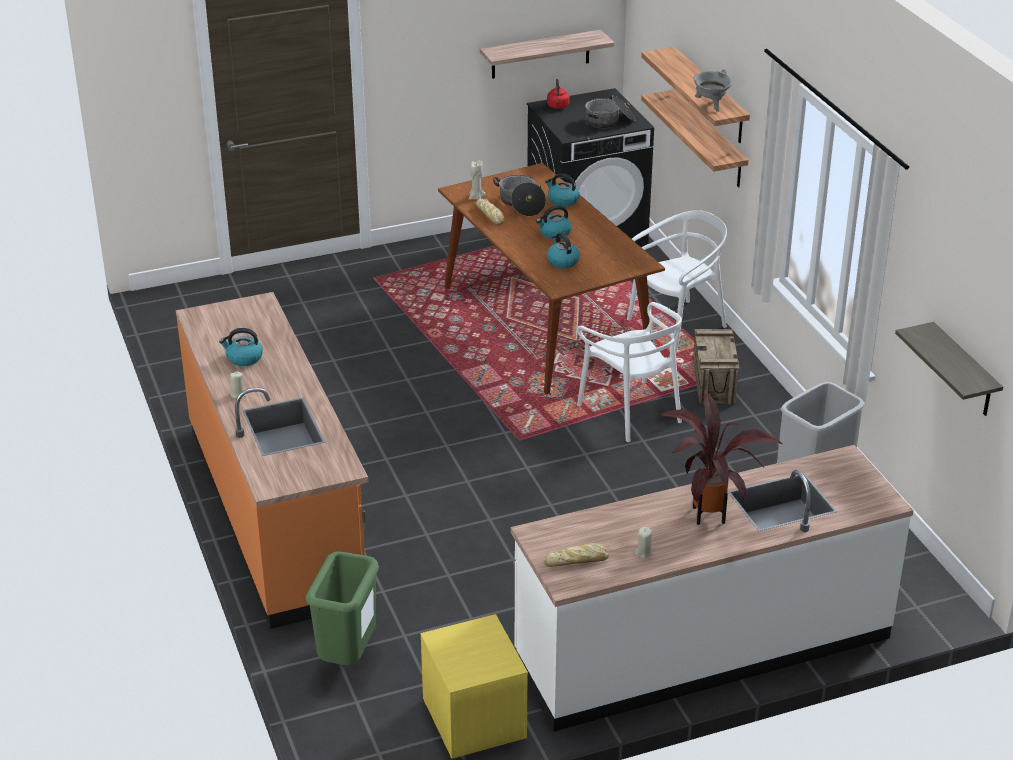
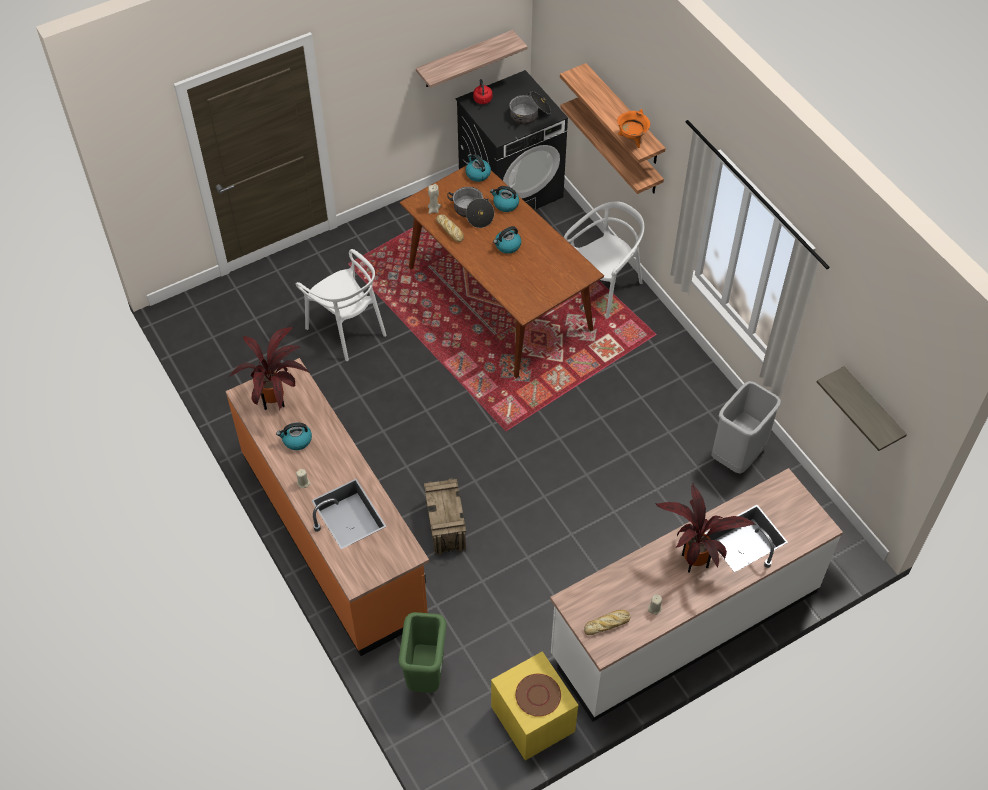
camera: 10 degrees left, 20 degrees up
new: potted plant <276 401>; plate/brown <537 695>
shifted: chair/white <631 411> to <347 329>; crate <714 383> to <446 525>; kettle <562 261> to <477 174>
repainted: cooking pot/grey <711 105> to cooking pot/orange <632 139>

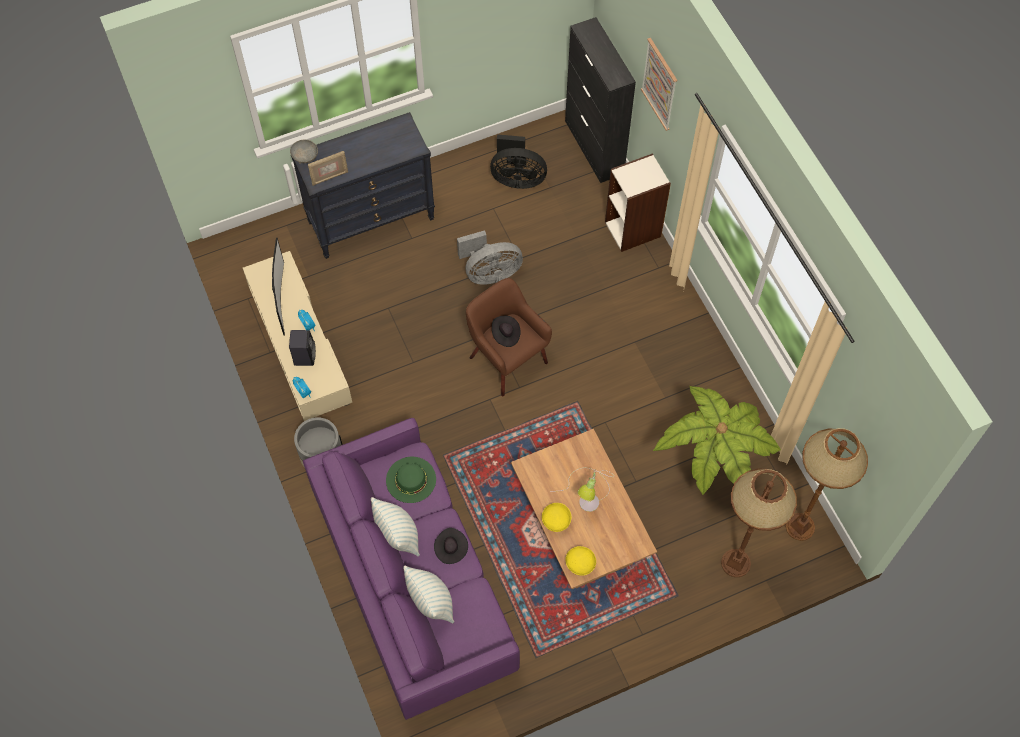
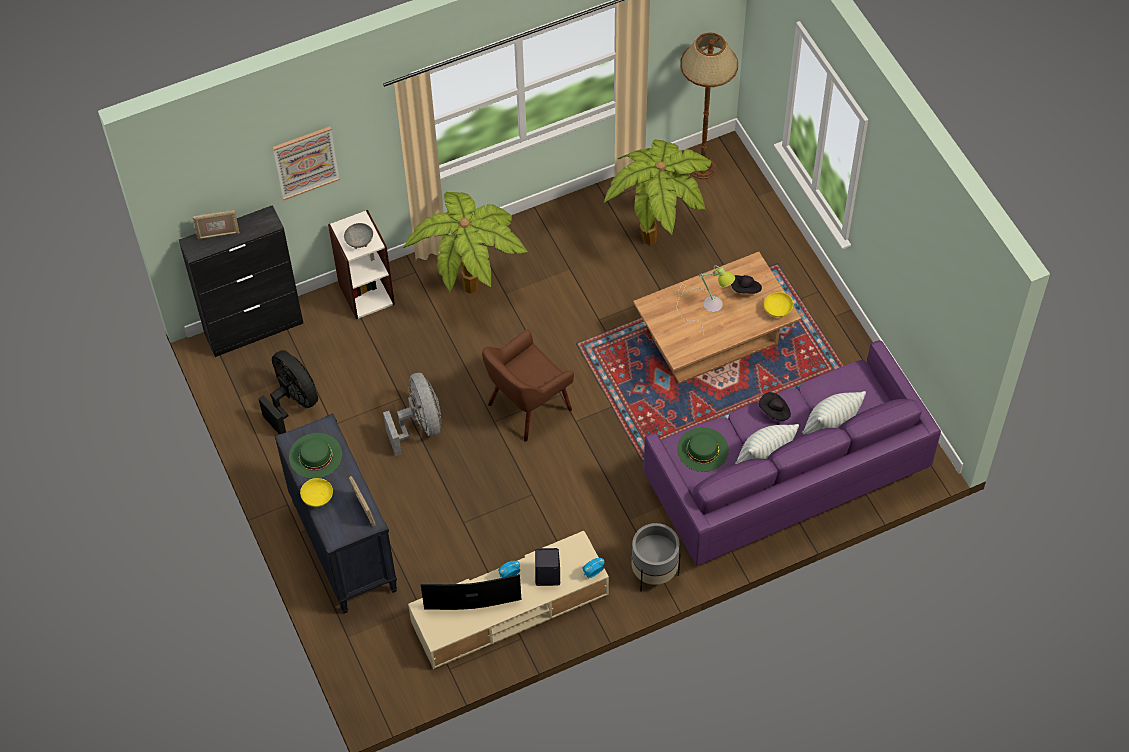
camera: 90 degrees left, 5 degrees down
gone: floor lamp/brown <736 563>
new: picture frame <218 234>; hat/green <315 455>; potted plant <471 294>
shifted: bowl/yellow <556 521> to <317 498>; bowl/grey <305 158> to <360 241>; hat/black <505 335> to <745 289>
rotated: fan/black <517 178> = <293 402> 45 degrees counterclockwise

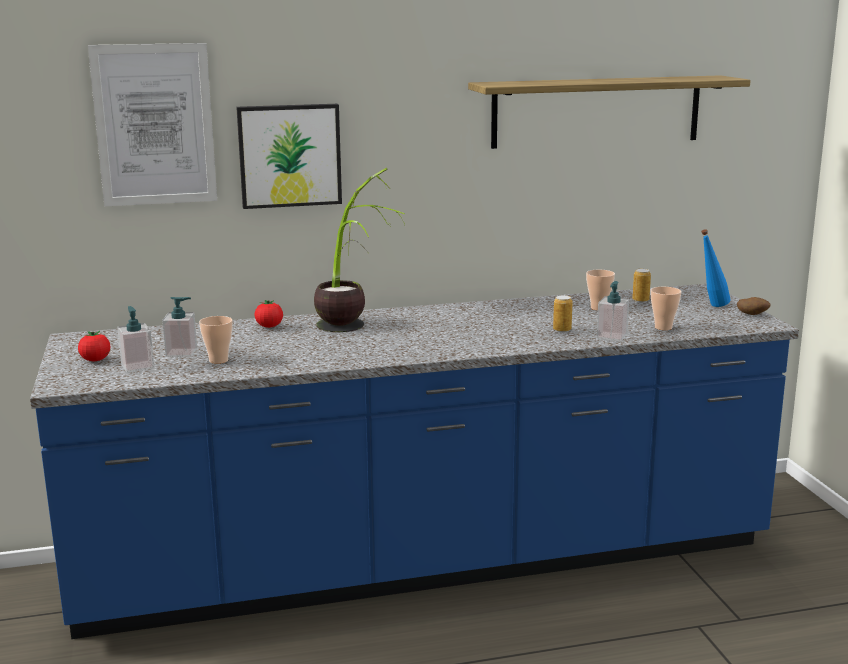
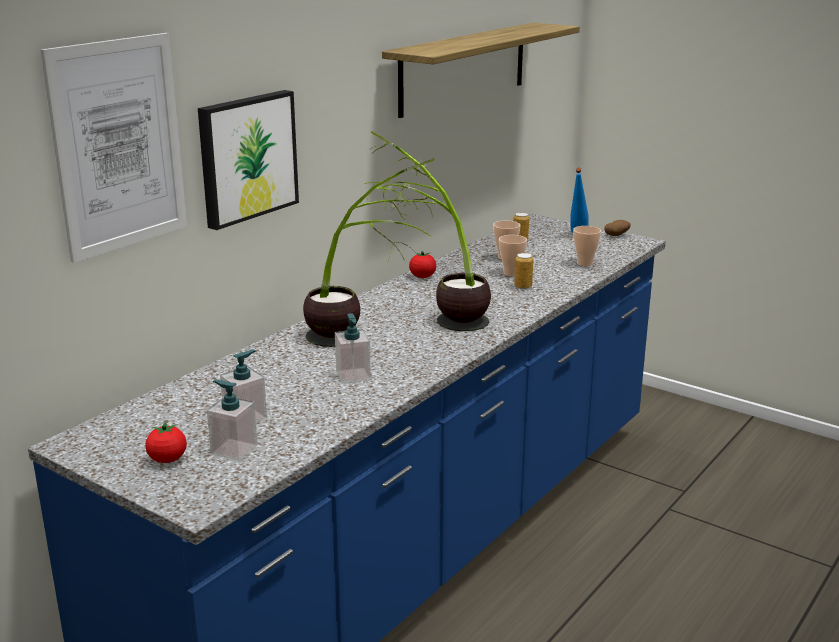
camera: 40 degrees left, 5 degrees up
new: potted plant <434 314>
shifted: soap dispenser <611 336> to <353 376>; tomato <269 326> to <422 277>; cup <218 360> to <511 273>

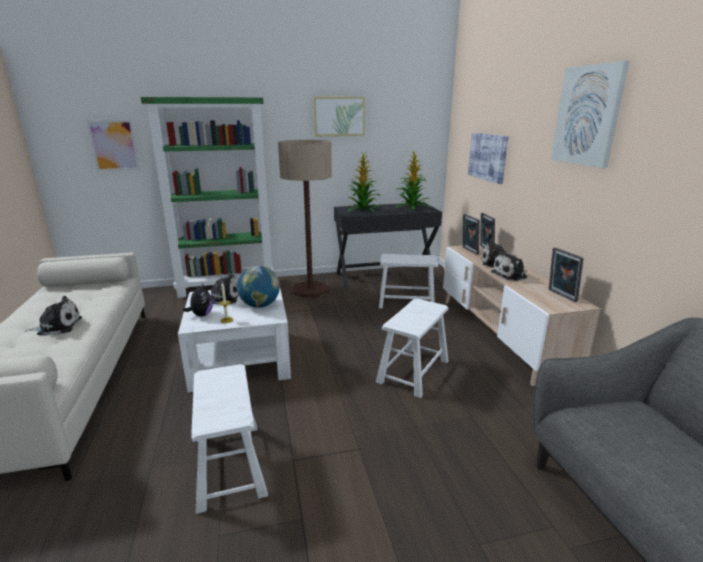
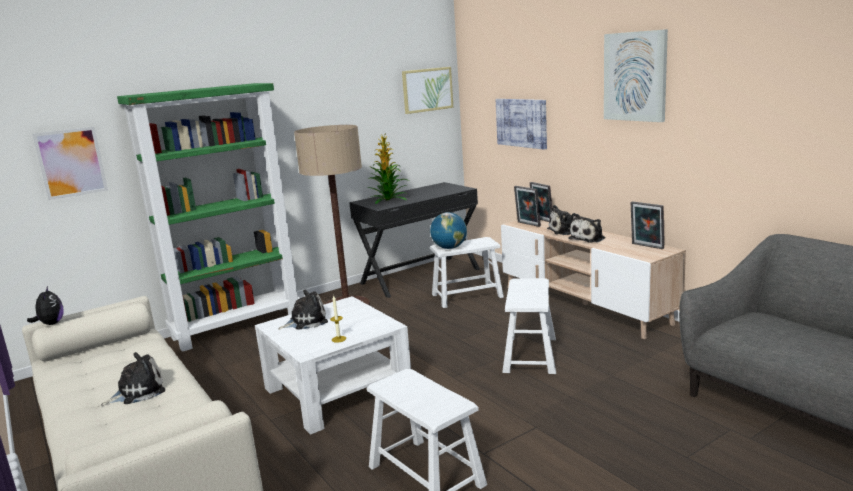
camera: 20 degrees left, 5 degrees down
gone: potted plant <412 207>
shifted: plush toy <201 315> to <51 324>; picture <339 116> to <427 90>; globe <260 305> to <449 248>

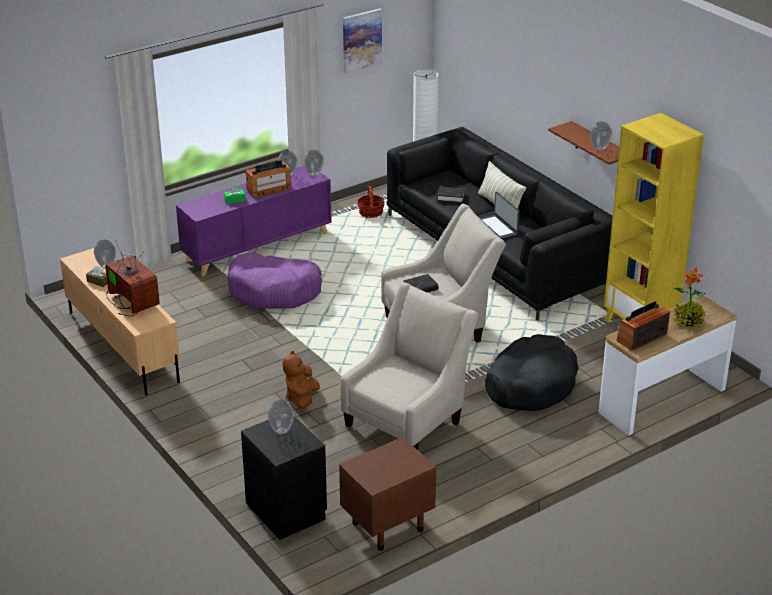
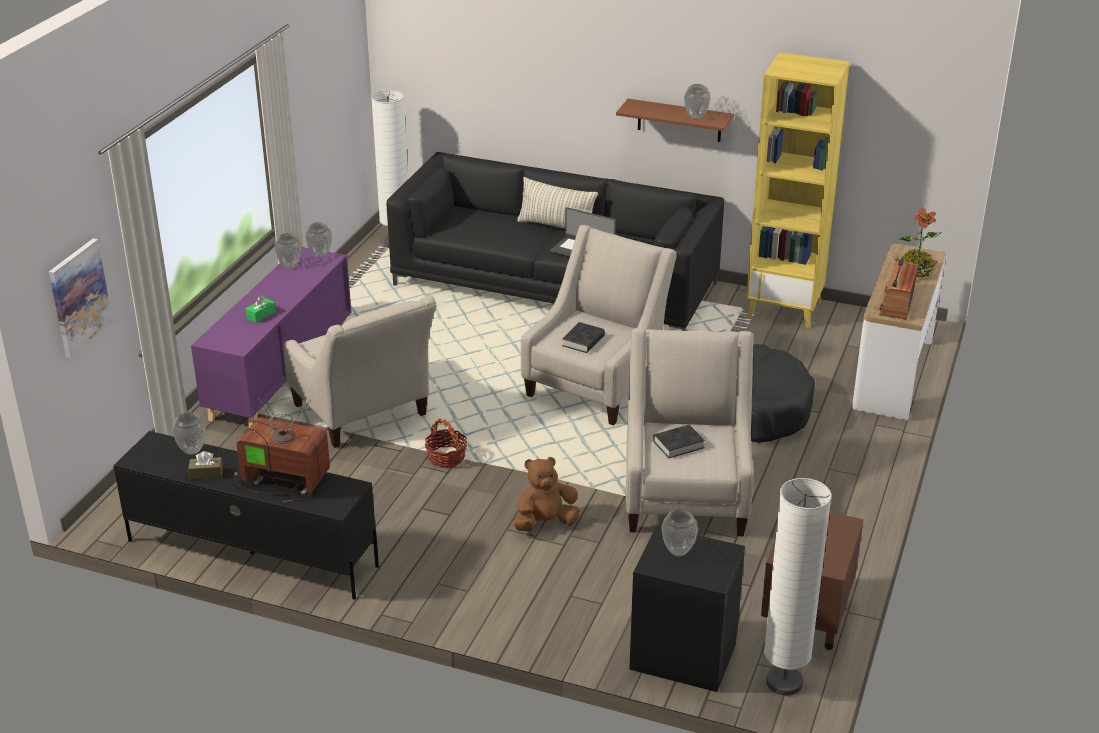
camera: 35 degrees left, 0 degrees up
gone: radio <269 189>
new: floor lamp/white <784 683>
shifted: picture <361 40> to <79 297>; basket <371 212> to <446 457>; book/black <451 197> to <678 444>
swapped: dog bed/purple <274 291> to armchair/beige <364 415>
repainted: tv stand/beige <122 345> to tv stand/black <251 552>
rotated: plush toy/brown <302 399> = <545 523> 90 degrees clockwise

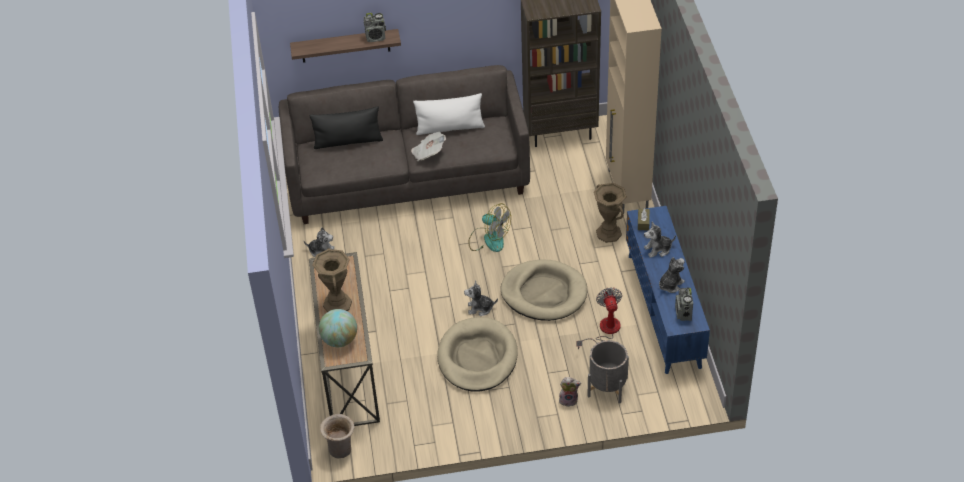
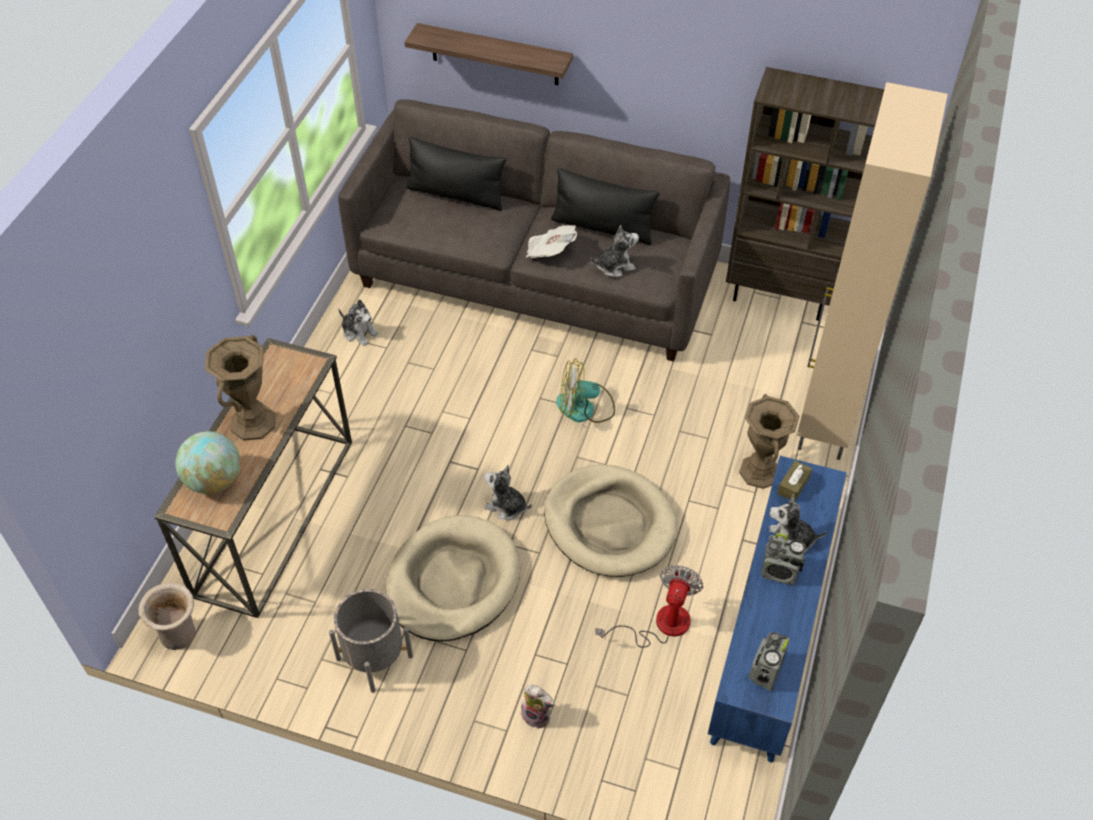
camera: 25 degrees right, 5 degrees up
shifted: planter/grey <607 387> to <374 657>; plush toy <670 284> to <614 266>; radio <376 38> to <779 572>
repainted: pillow/white <450 128> to pillow/black <602 227>
rotated: fan <489 239> = <585 408> 120 degrees clockwise

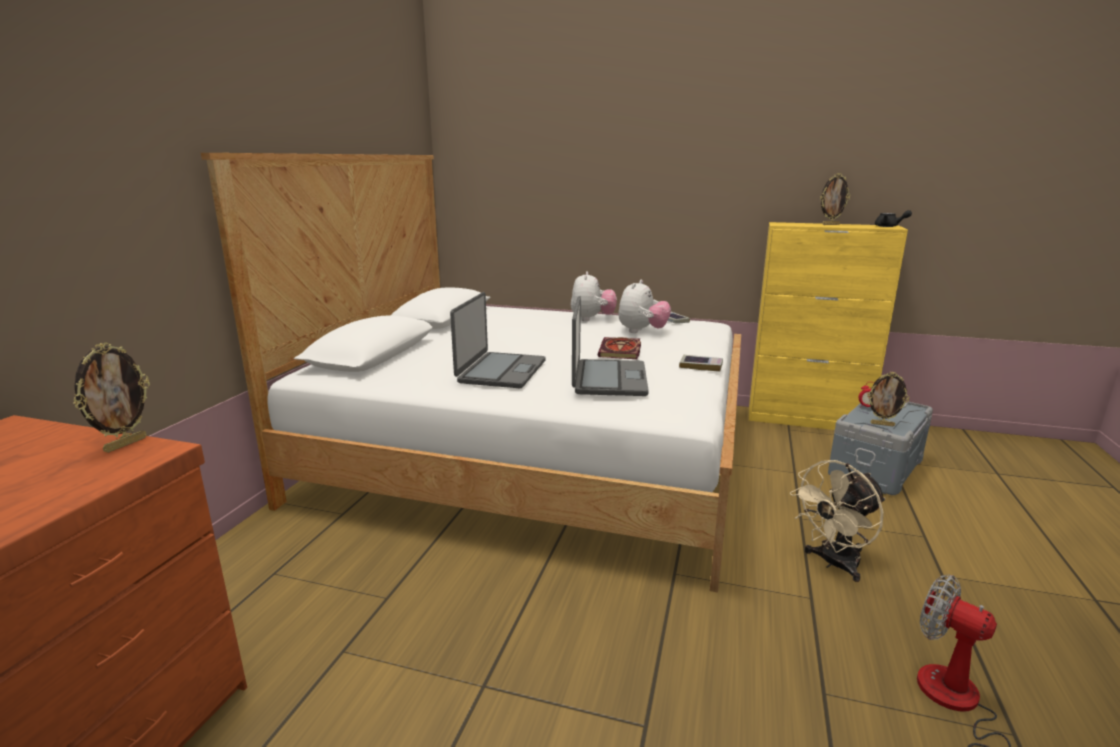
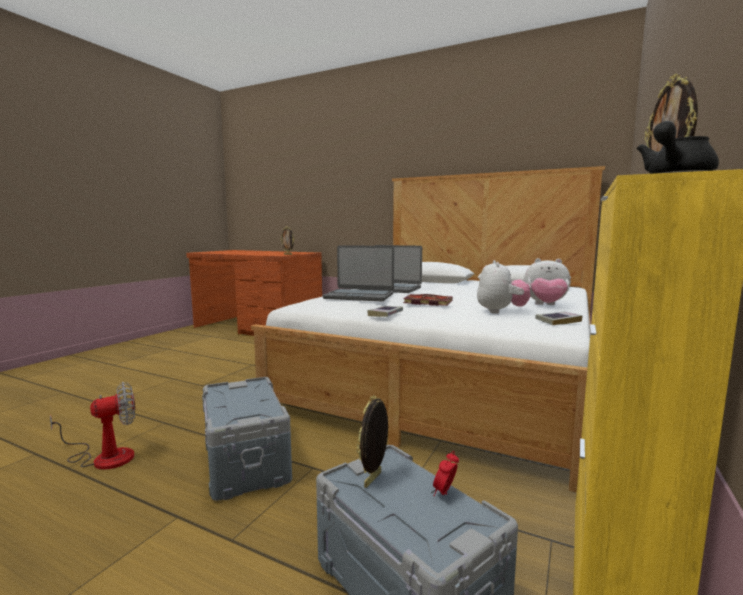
camera: 100 degrees right, 10 degrees down
swapped: fan/beige <833 564> to storage box/grey <244 461>
rotated: plush toy <642 331> = <501 311> 120 degrees counterclockwise

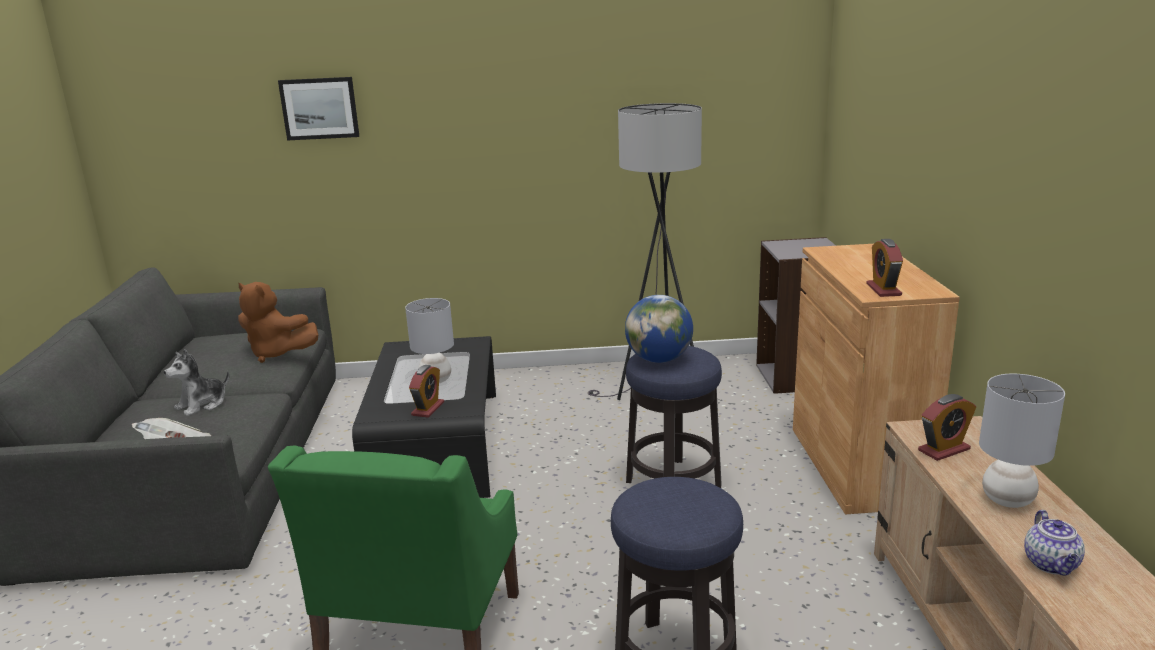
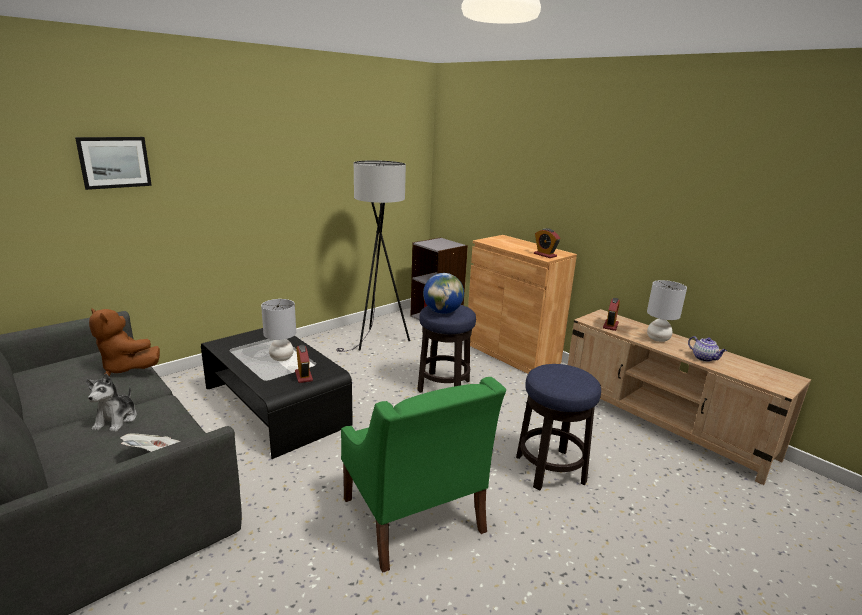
camera: 40 degrees left, 0 degrees up
rotated: plush toy/brown <277 353> = <126 368> 45 degrees clockwise

